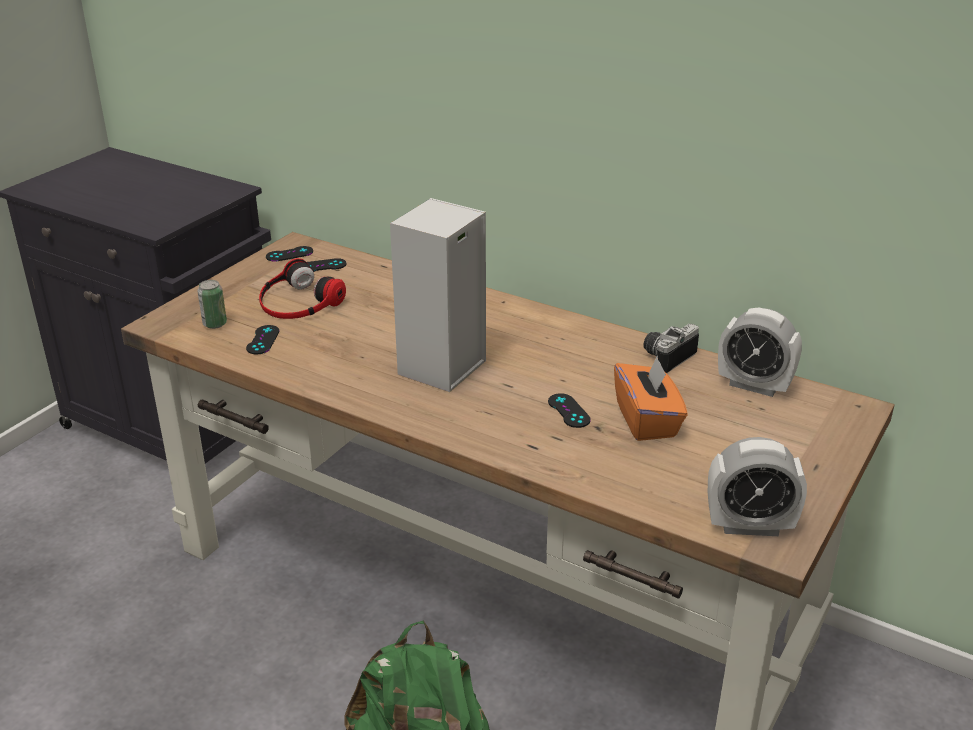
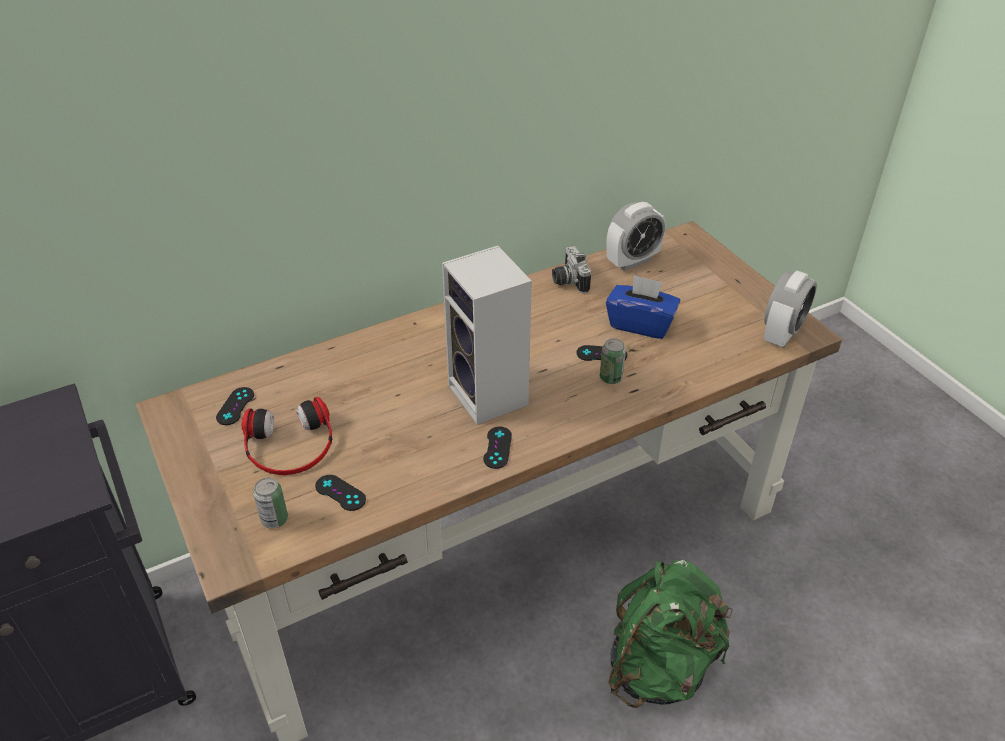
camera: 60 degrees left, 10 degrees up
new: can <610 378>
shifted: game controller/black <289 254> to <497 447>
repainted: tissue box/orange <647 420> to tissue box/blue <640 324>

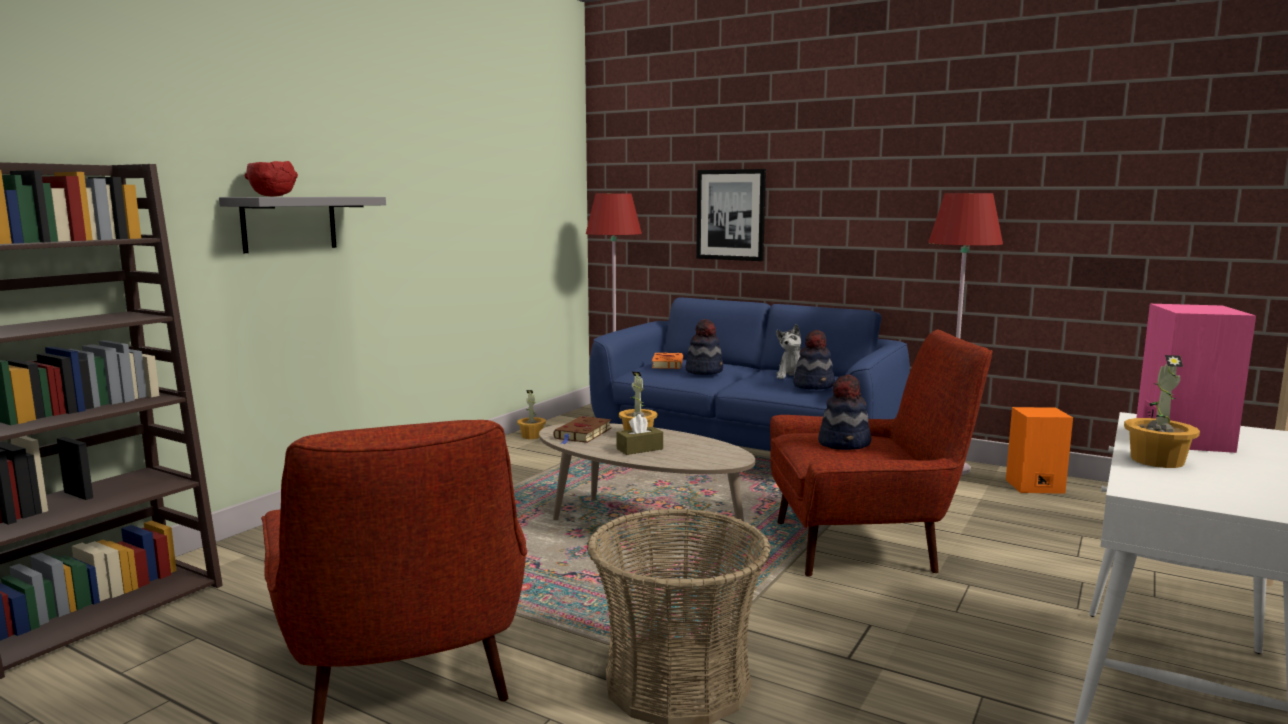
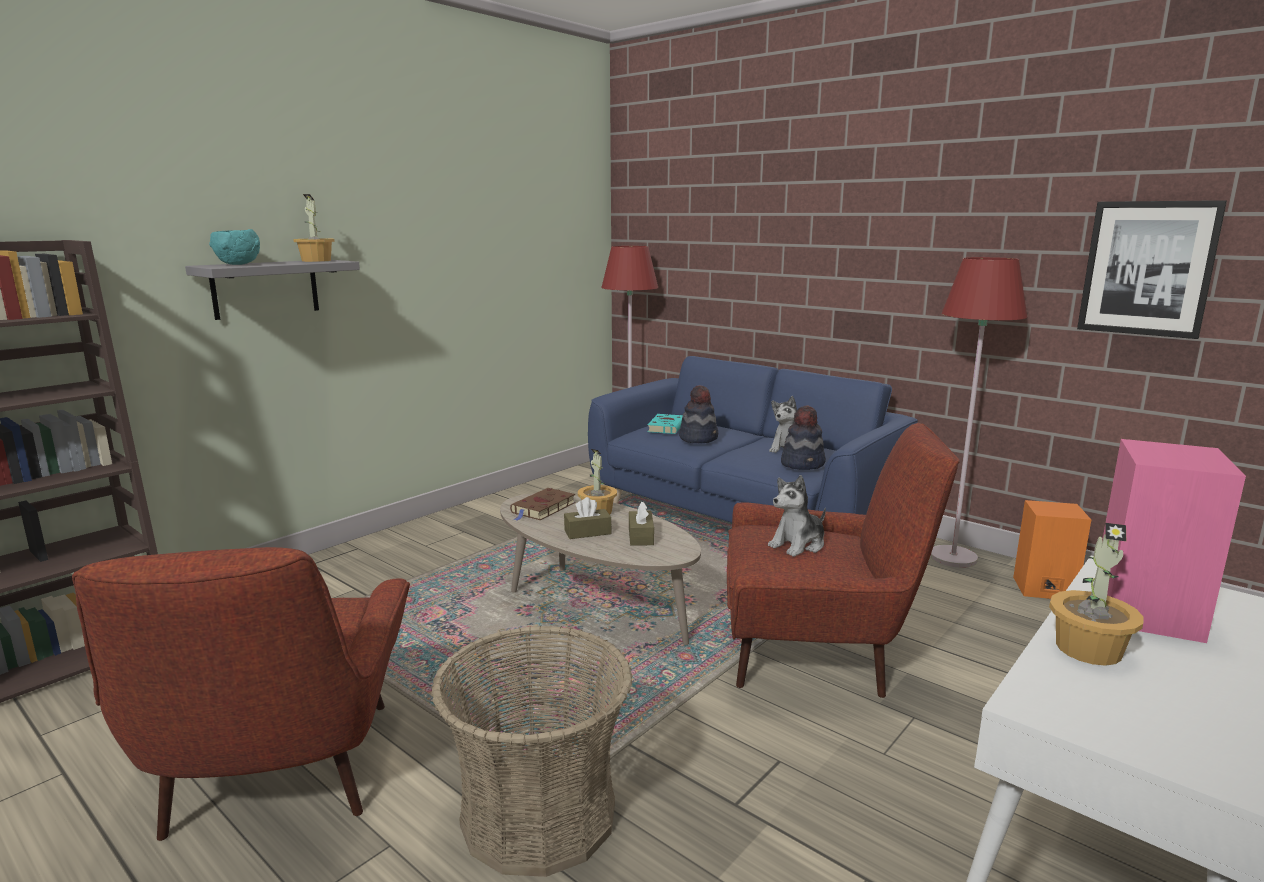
camera: 10 degrees right, 5 degrees up
new: tissue box/brown <641 536>
shifted: potted plant <531 436> to <316 260>; picture <731 215> to <1147 268>
swapped: hat <845 443> to plush toy <798 545>
repainted: bowl/red <273 196> to bowl/turquoise <238 264>; book/orange <667 364> to book/turquoise <666 427>

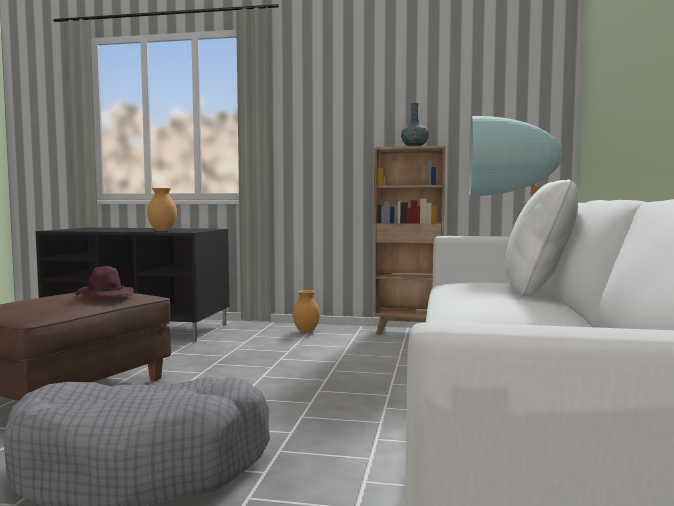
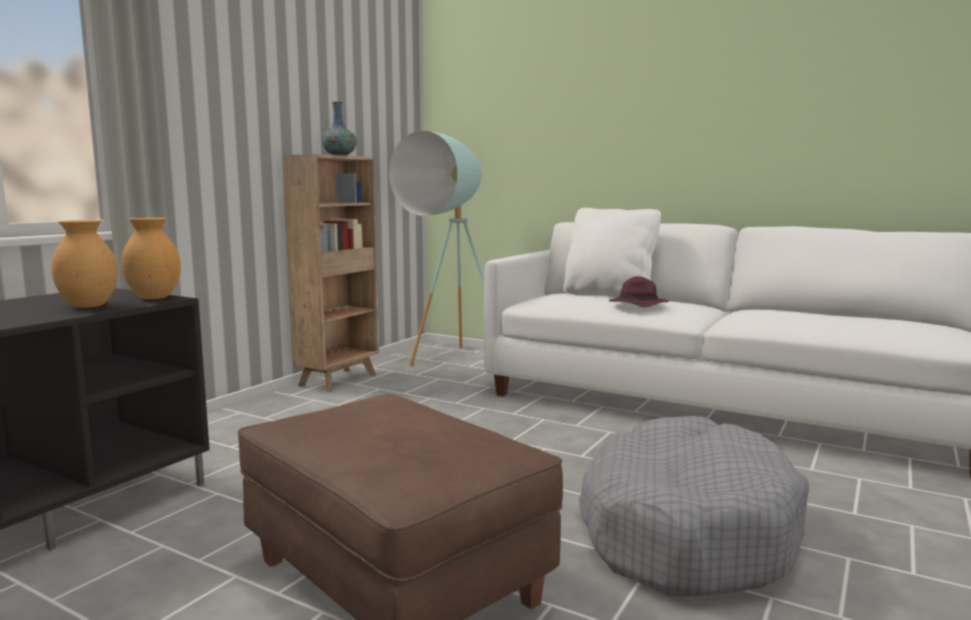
camera: 70 degrees left, 5 degrees up
shifted: vase/brown <305 331> to <153 298>; hat/purple <104 295> to <637 305>

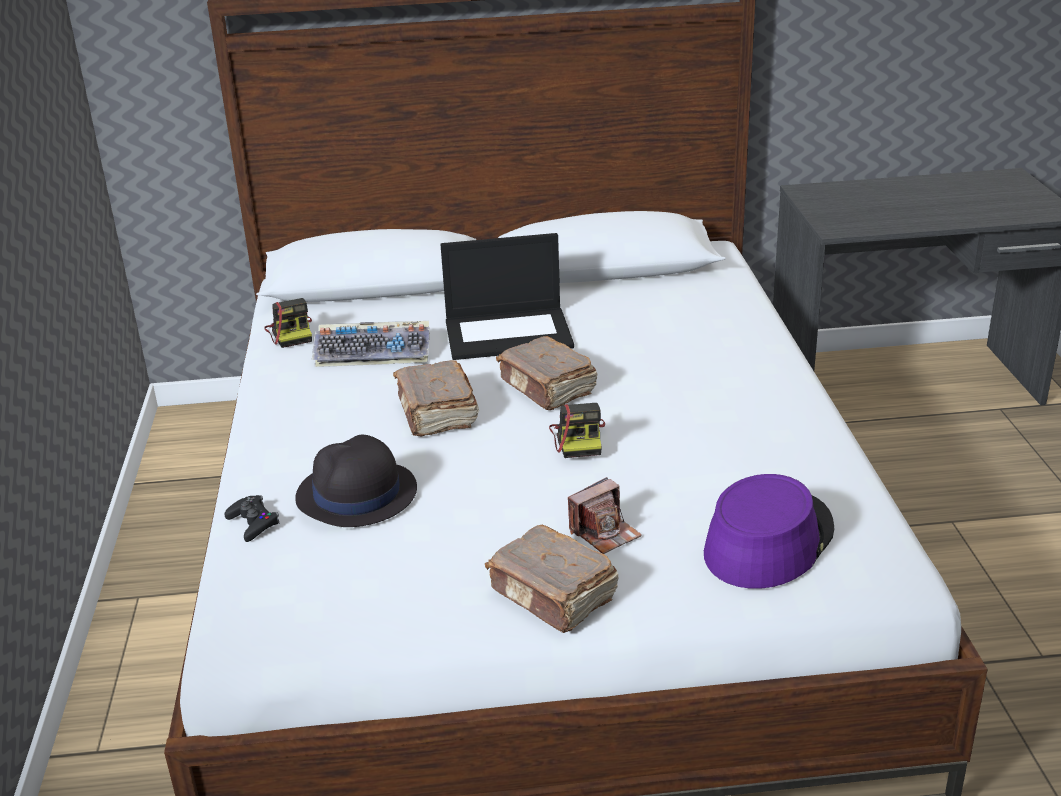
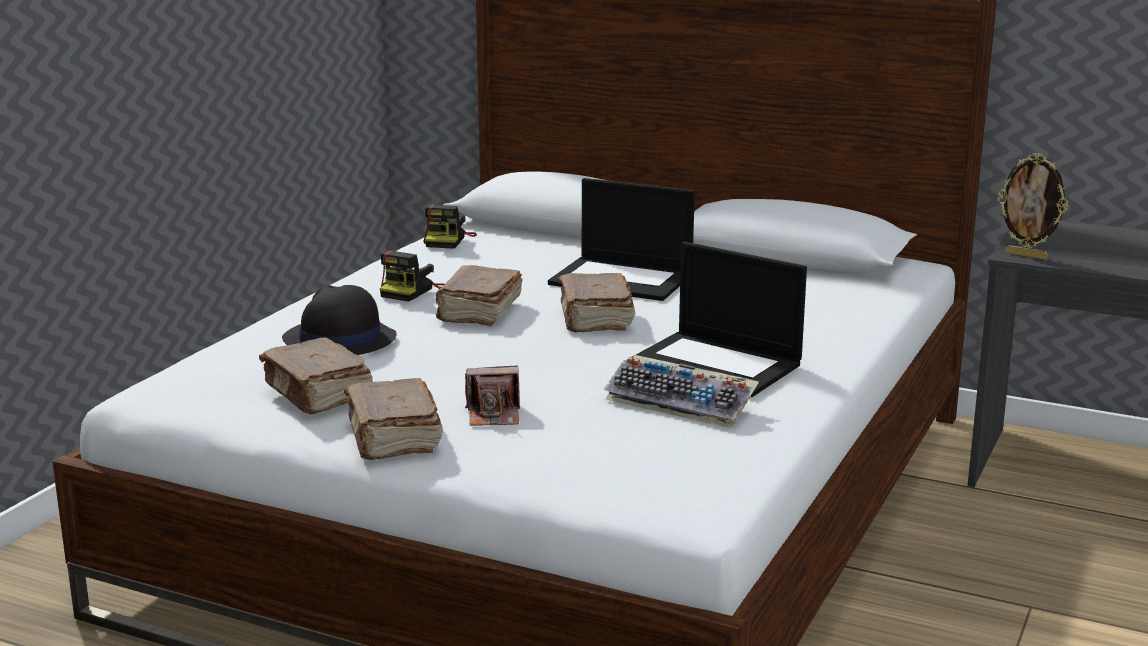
camera: 30 degrees right, 10 degrees down
gone: game controller/black <253 523>; hat/purple <768 541>
new: book/brown <317 394>; laptop <717 364>; picture frame <1027 255>
shifted: photo camera <579 439> to <412 291>; keyboard <375 352> to <683 403>

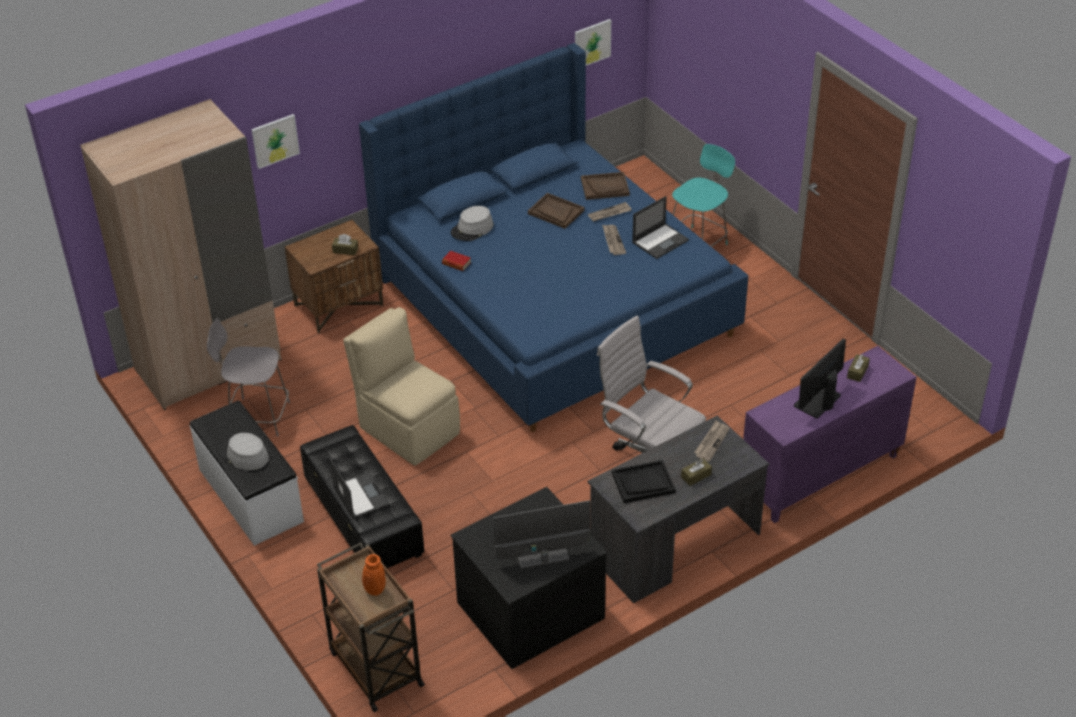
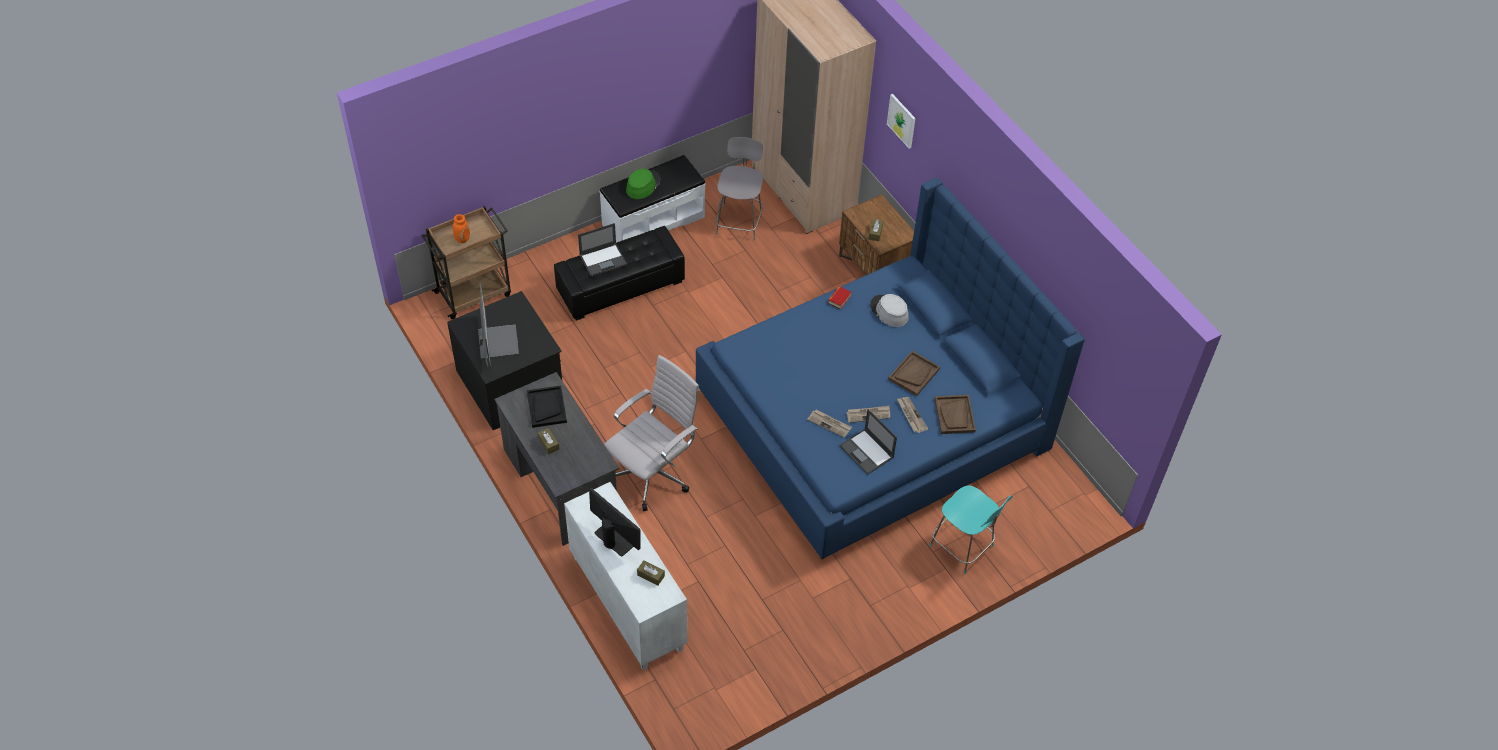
camera: 90 degrees right, 10 degrees up
gone: chair/beige <408 429>; picture <592 43>
shifted: newspaper <711 442> to <829 424>
repainted: cabinet/purple <820 475> to cabinet/white <626 603>; hat/grey <243 455> to hat/green <642 185>

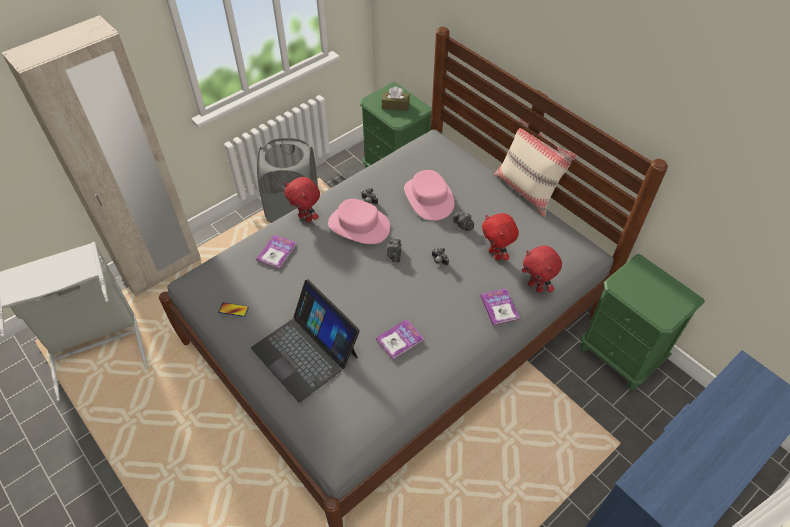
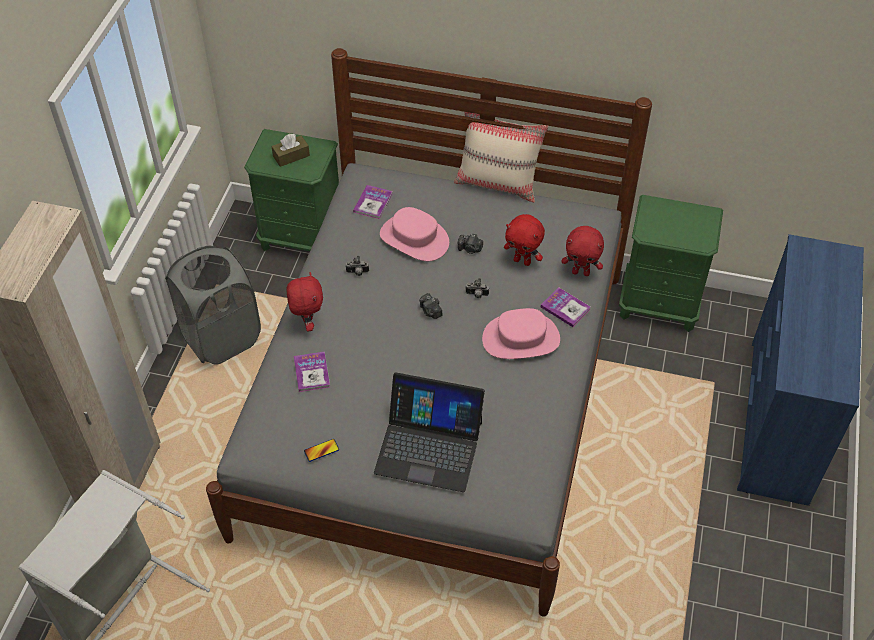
camera: 35 degrees left, 0 degrees up
shifted: book <400 340> to <373 203>; hat/pink <358 226> to <521 339>
rotated: plush toy/red <306 218> = <307 323> 105 degrees counterclockwise

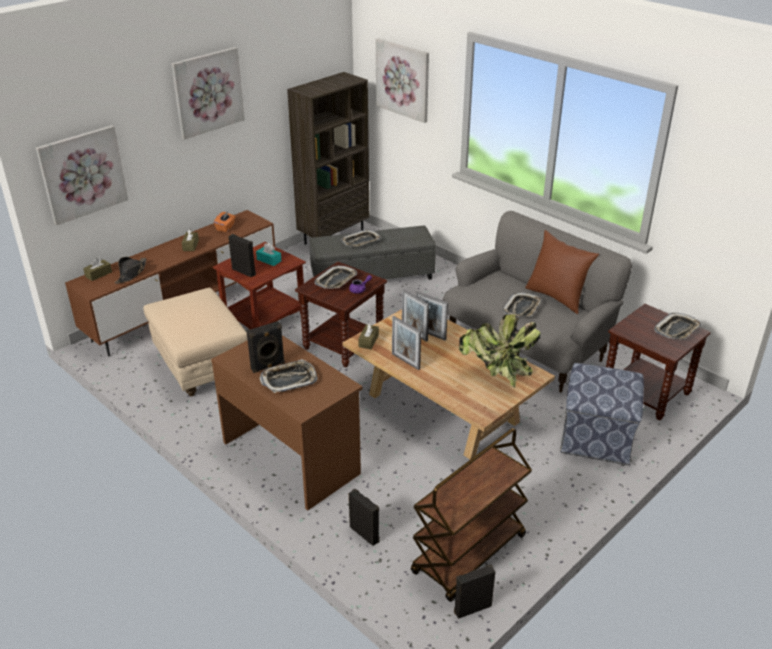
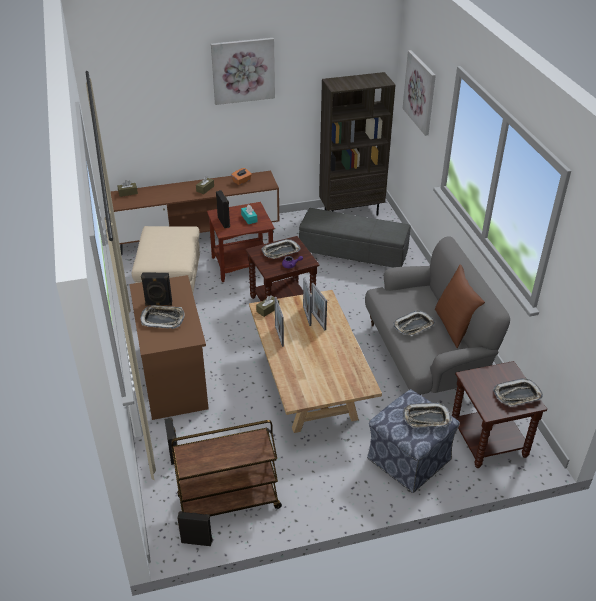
camera: 30 degrees right, 5 degrees up
gone: picture <82 174>; hat/black <131 273>; potted plant <497 375>
shifted: tray <361 242> to <426 418>

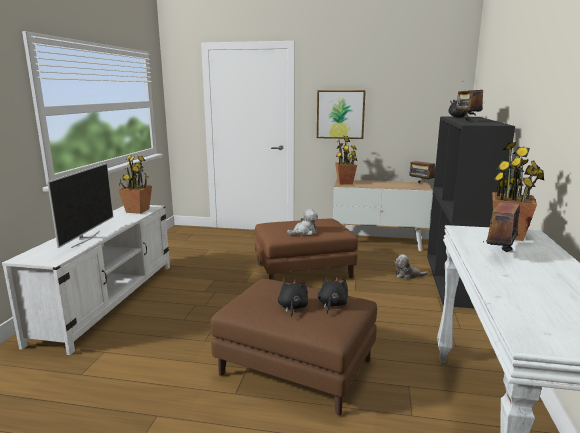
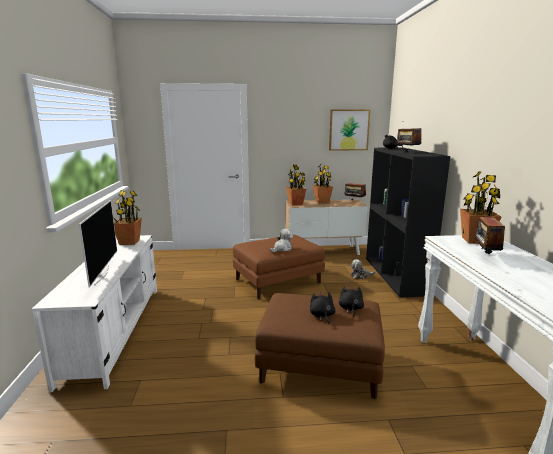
camera: 15 degrees left, 0 degrees up
new: potted plant <322 201>
shifted: picture <340 114> to <349 130>

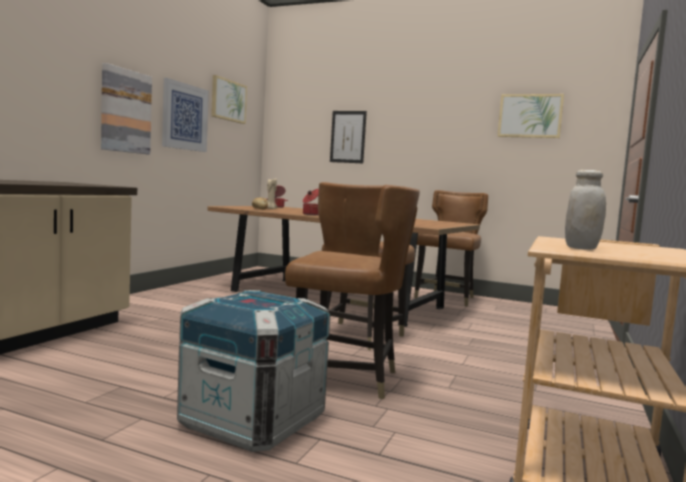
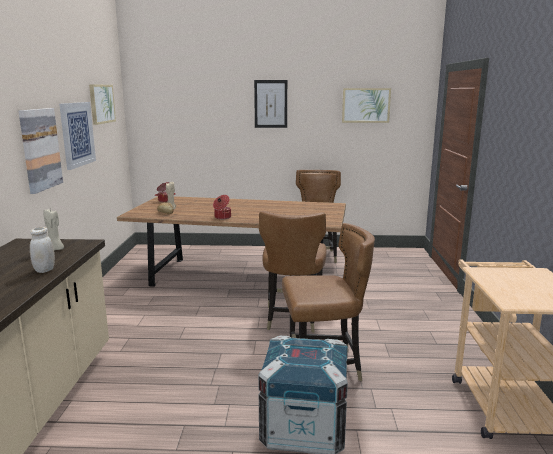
camera: 20 degrees left, 10 degrees up
new: candle/beige <56 249>
shifted: jar/white <581 248> to <44 270>; picture <348 137> to <270 104>

